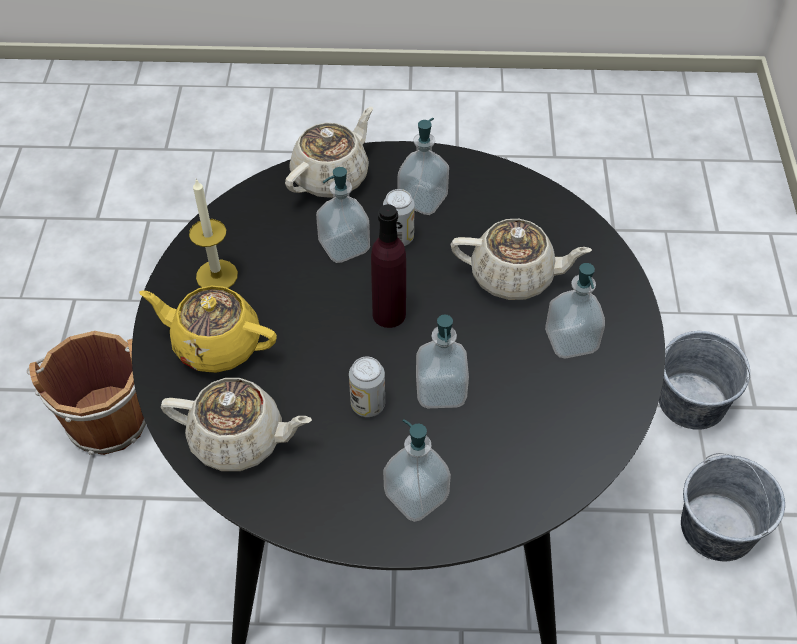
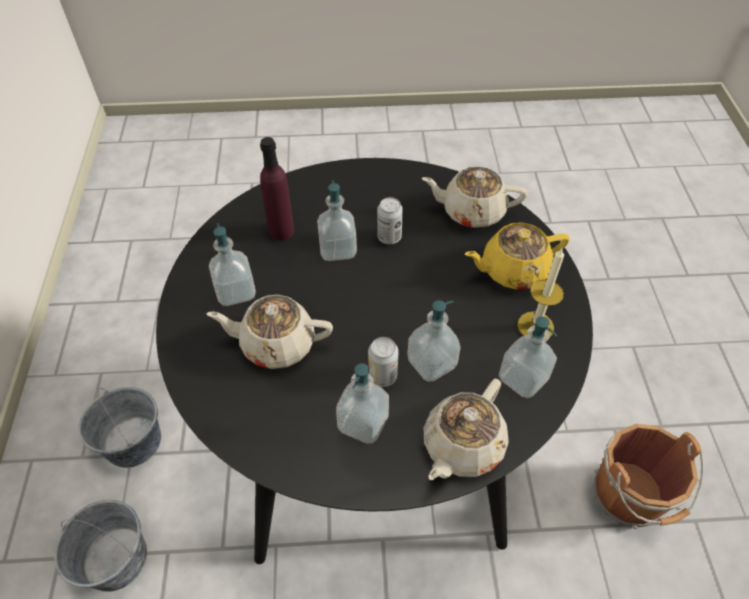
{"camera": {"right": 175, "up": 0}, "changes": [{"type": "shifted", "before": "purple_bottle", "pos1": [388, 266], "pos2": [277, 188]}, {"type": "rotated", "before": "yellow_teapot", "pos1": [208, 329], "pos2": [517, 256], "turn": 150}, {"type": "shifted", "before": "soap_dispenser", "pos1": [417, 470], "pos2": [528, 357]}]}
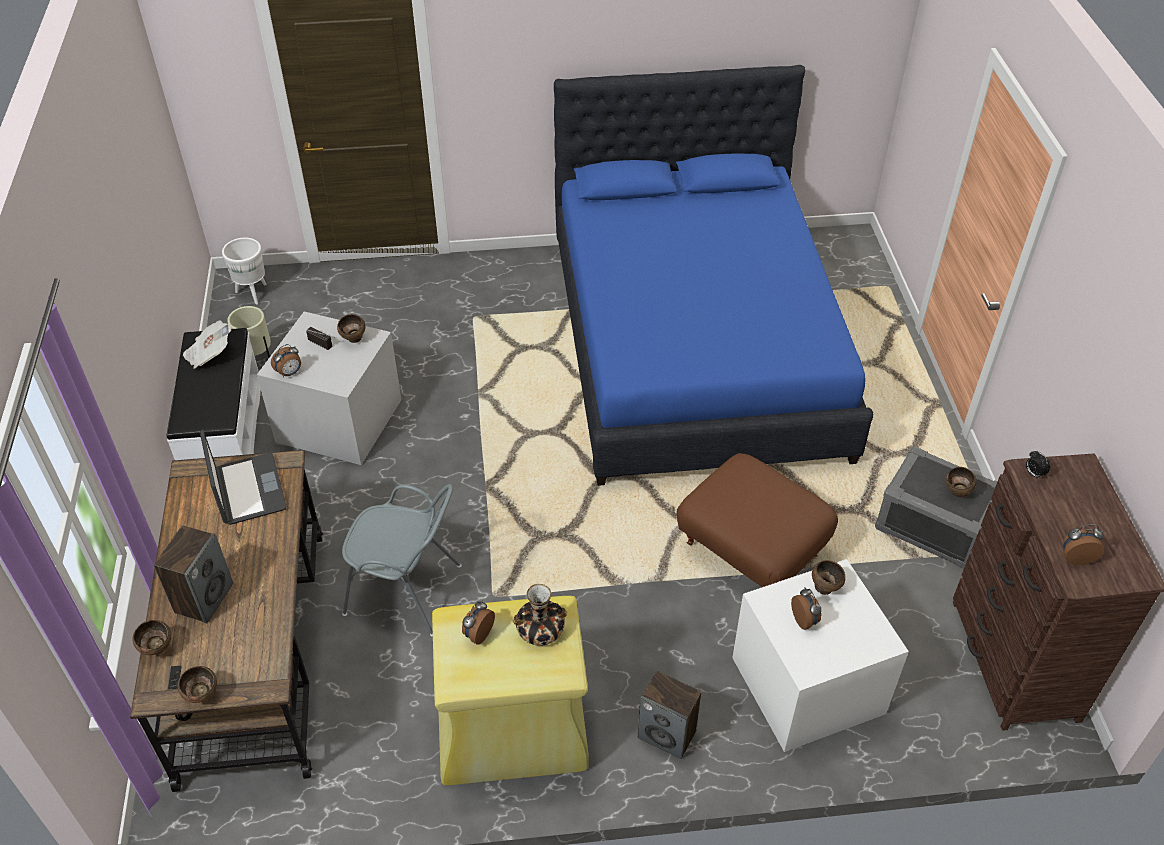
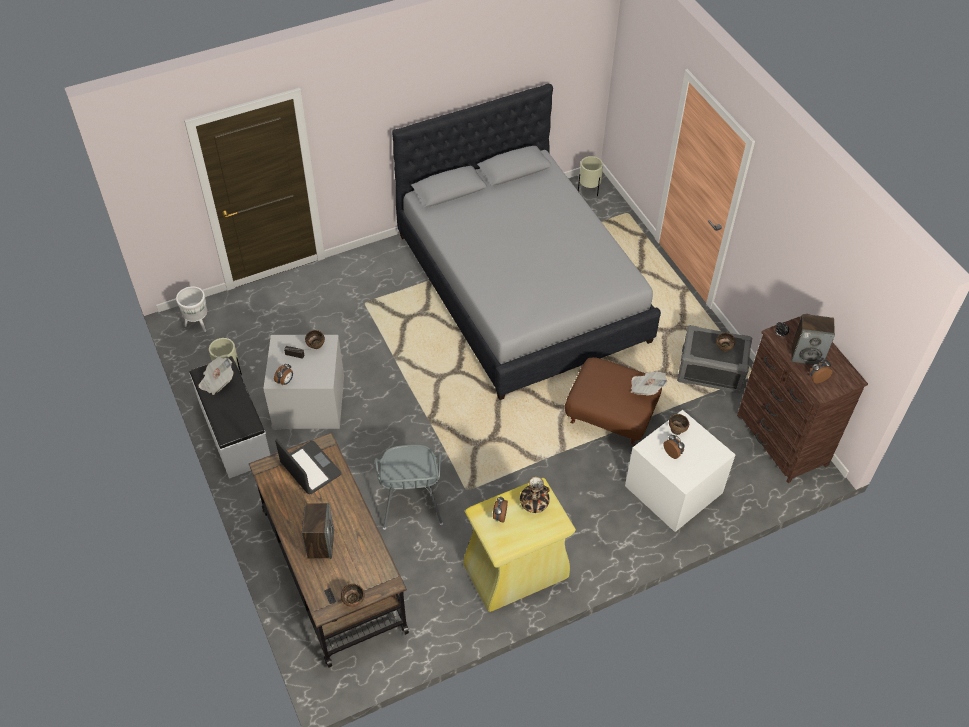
{"camera": {"right": -20, "up": 5}, "changes": [{"type": "rotated", "before": "grey_chair", "pos1": [402, 560], "pos2": [409, 487], "turn": 90}, {"type": "repainted", "before": "blue_bed", "after": "grey_bed", "pos1": [713, 275], "pos2": [526, 242]}, {"type": "new", "after": "beige_planter", "pos2": [590, 176]}, {"type": "new", "after": "newspaper", "pos2": [649, 383]}, {"type": "shifted", "before": "speaker", "pos1": [670, 715], "pos2": [813, 339]}, {"type": "gone", "before": "brown_bowl", "pos1": [152, 637]}]}
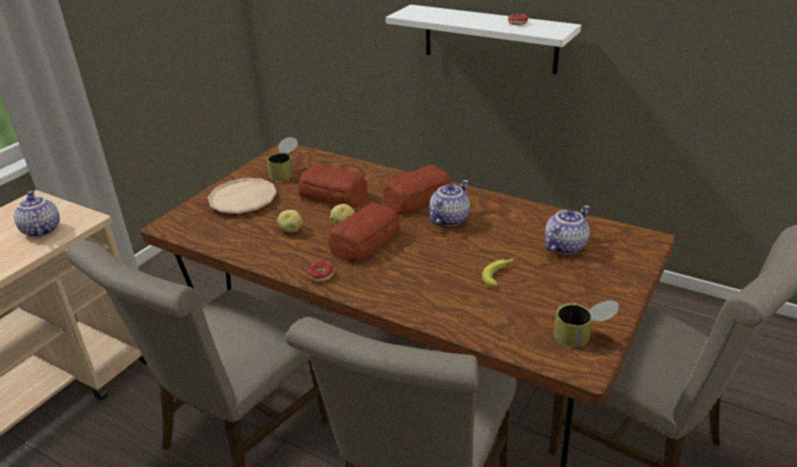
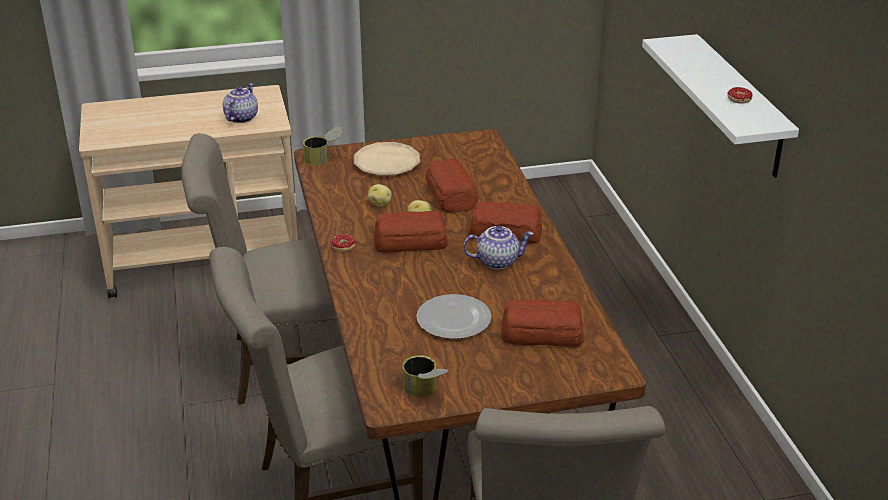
{"camera": {"right": 45, "up": 0}, "changes": [{"type": "shifted", "before": "can", "pos1": [282, 159], "pos2": [323, 146]}, {"type": "swapped", "before": "banana", "after": "plate", "pos1": [497, 273], "pos2": [454, 316]}, {"type": "swapped", "before": "teapot", "after": "bread", "pos1": [567, 229], "pos2": [542, 323]}]}
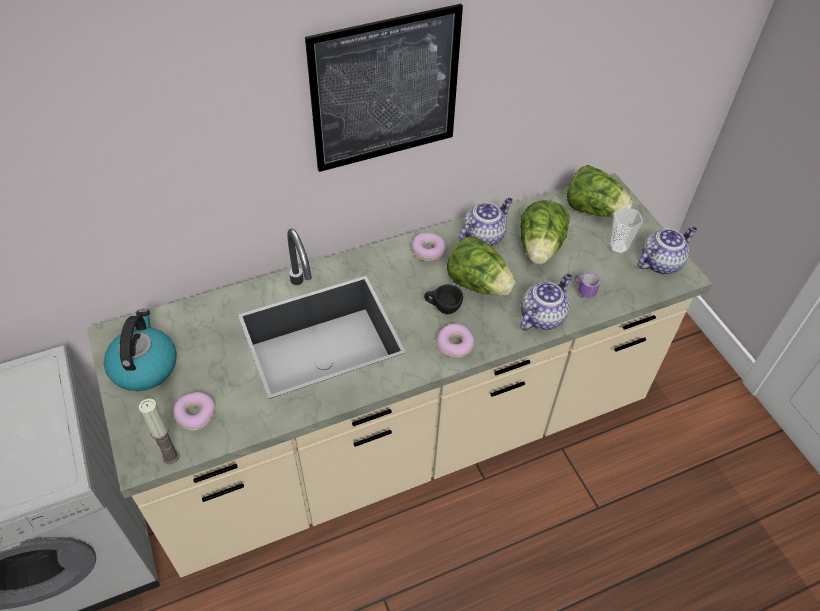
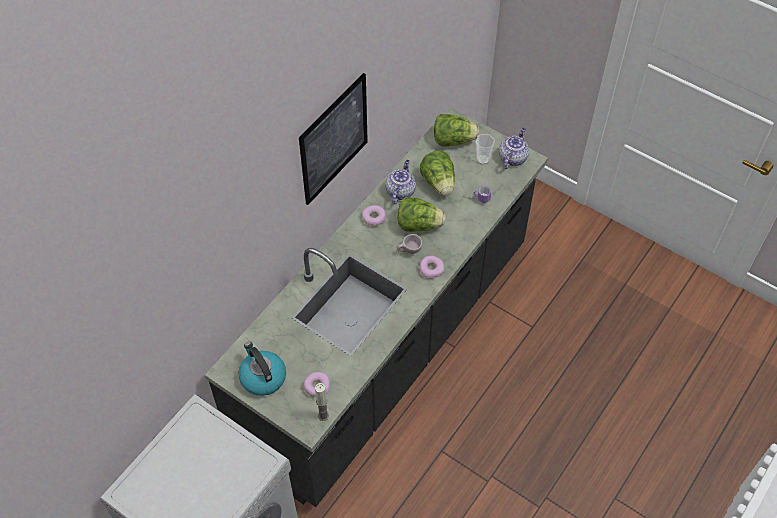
{"camera": {"right": -30, "up": 5}, "changes": [{"type": "repainted", "before": "beige_counter", "after": "black_counter", "pos1": [399, 375], "pos2": [376, 307]}, {"type": "repainted", "before": "black_cup", "after": "beige_cup", "pos1": [443, 299], "pos2": [410, 244]}, {"type": "gone", "before": "teapot", "pos1": [546, 302]}]}
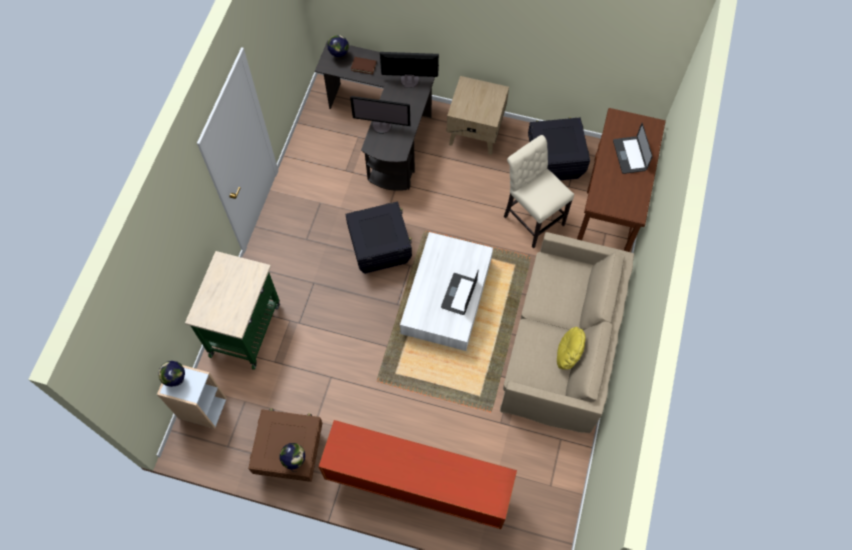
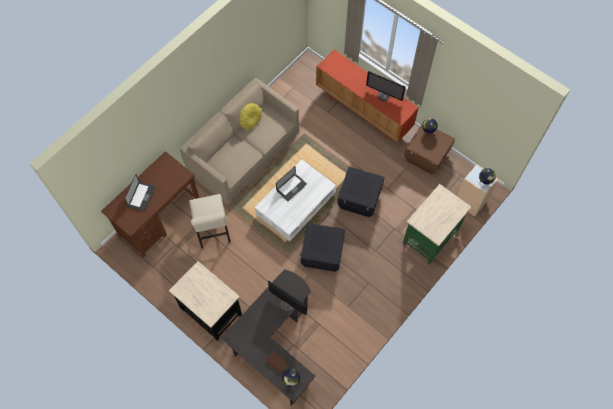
{"camera": {"right": -155, "up": 0}, "changes": [{"type": "swapped", "before": "beige_nightstand", "after": "black_cart", "pos1": [478, 115], "pos2": [205, 302]}, {"type": "shifted", "before": "black_storage_box", "pos1": [559, 148], "pos2": [361, 192]}, {"type": "shifted", "before": "monitor", "pos1": [409, 70], "pos2": [386, 86]}]}
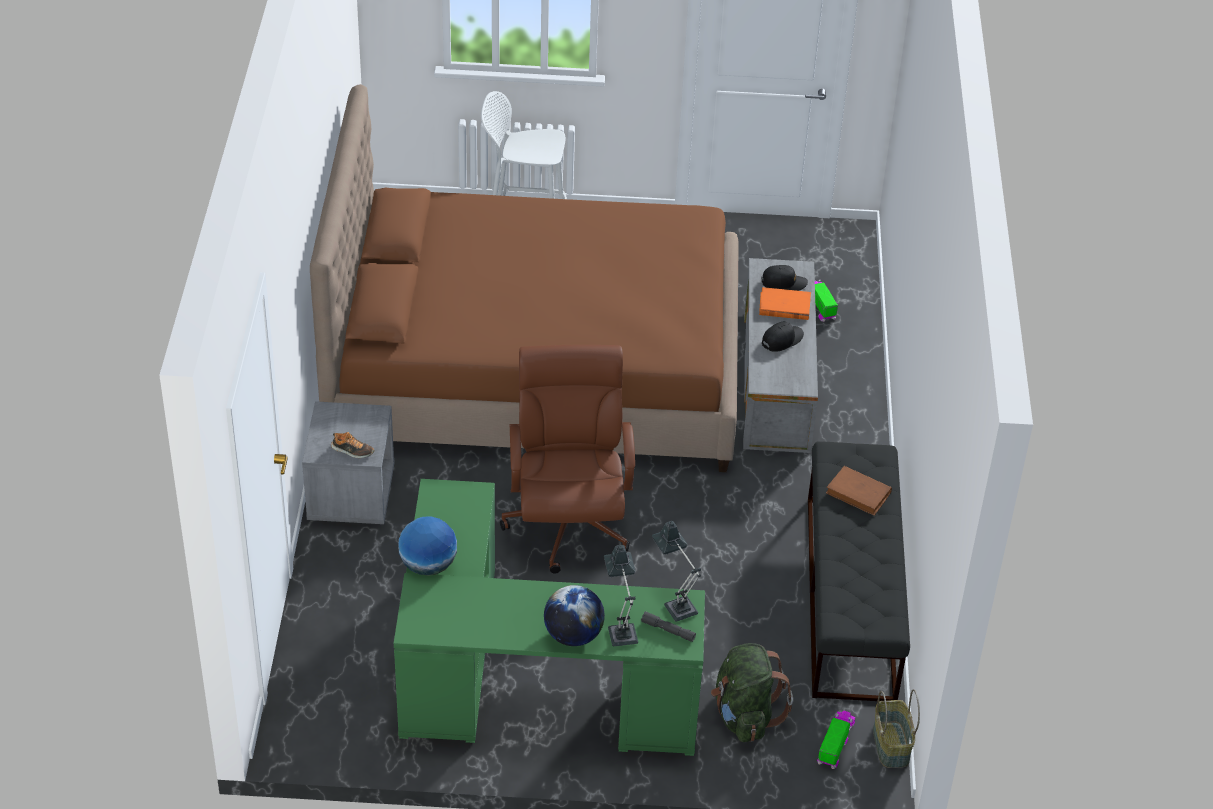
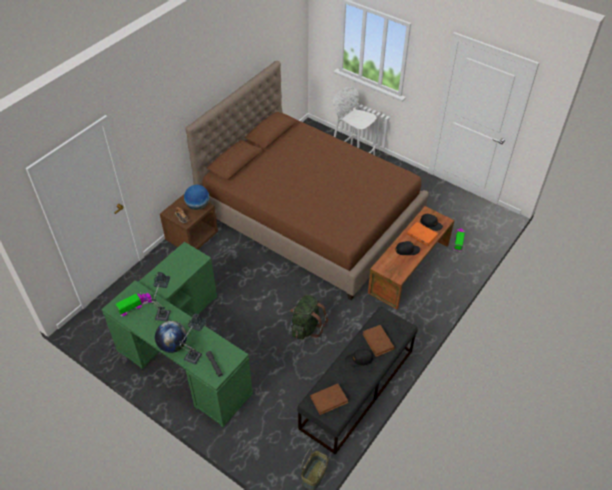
{"camera": {"right": 35, "up": 5}, "changes": [{"type": "shifted", "before": "toy_truck", "pos1": [836, 740], "pos2": [134, 304]}, {"type": "shifted", "before": "table_lamp", "pos1": [676, 571], "pos2": [161, 296]}, {"type": "repainted", "before": "grey_nightstand", "after": "brown_nightstand", "pos1": [348, 462], "pos2": [189, 222]}, {"type": "shifted", "before": "globe", "pos1": [427, 546], "pos2": [197, 197]}, {"type": "shifted", "before": "green_backpack", "pos1": [752, 692], "pos2": [309, 317]}, {"type": "new", "after": "brown_book", "pos2": [329, 399]}, {"type": "new", "after": "black_cap", "pos2": [359, 358]}, {"type": "repainted", "before": "grey_bench", "after": "brown_bench", "pos1": [780, 355], "pos2": [411, 257]}, {"type": "gone", "before": "brown_office_chair", "pos1": [567, 459]}]}
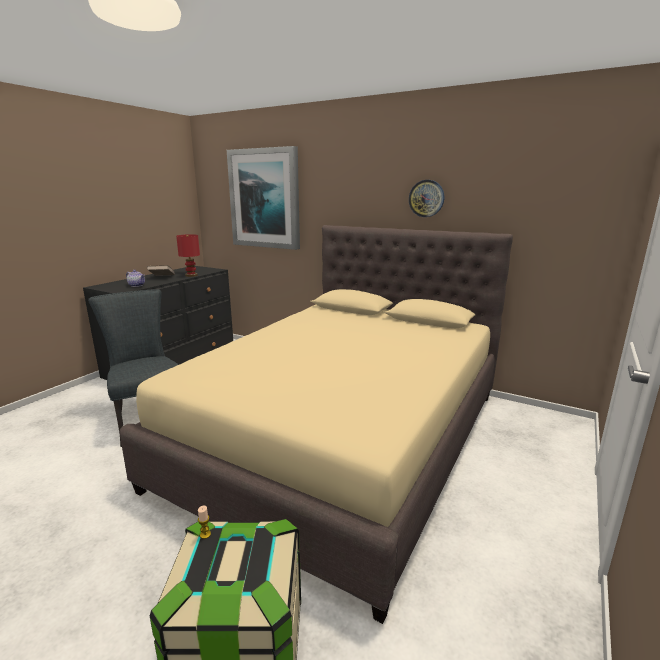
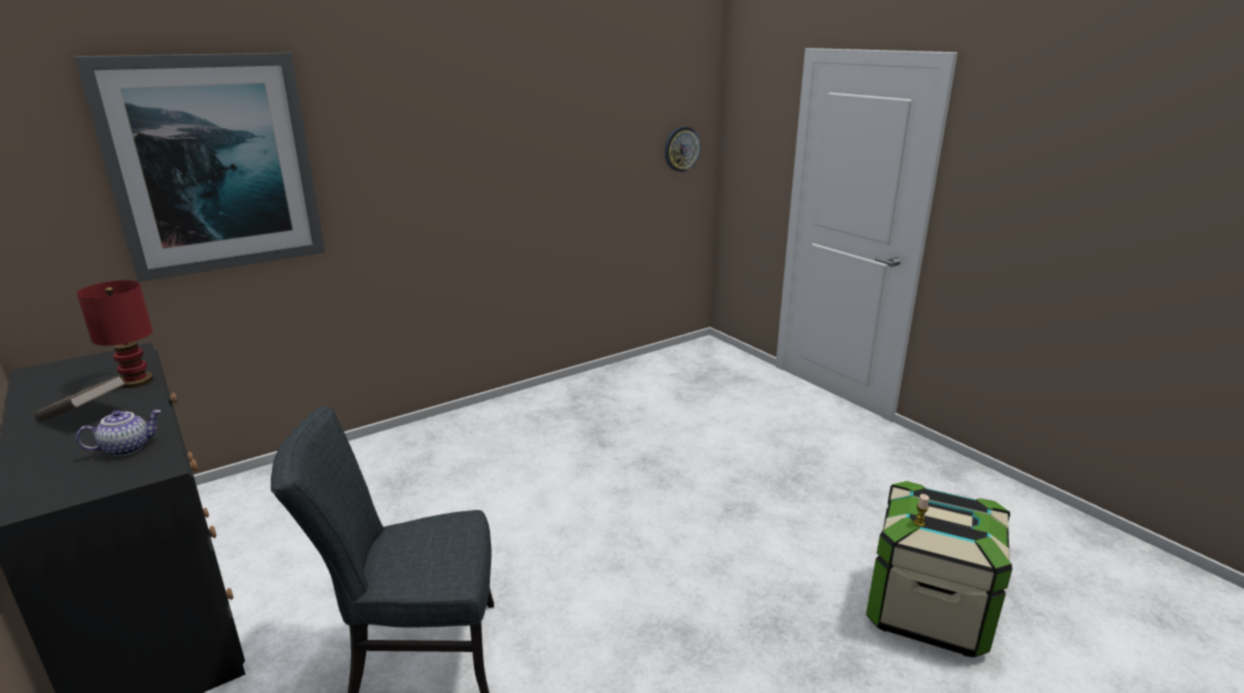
{"camera": {"right": -65, "up": 5}, "changes": [{"type": "shifted", "before": "wall_clock", "pos1": [426, 198], "pos2": [683, 149]}, {"type": "gone", "before": "beige_bed", "pos1": [316, 424]}]}
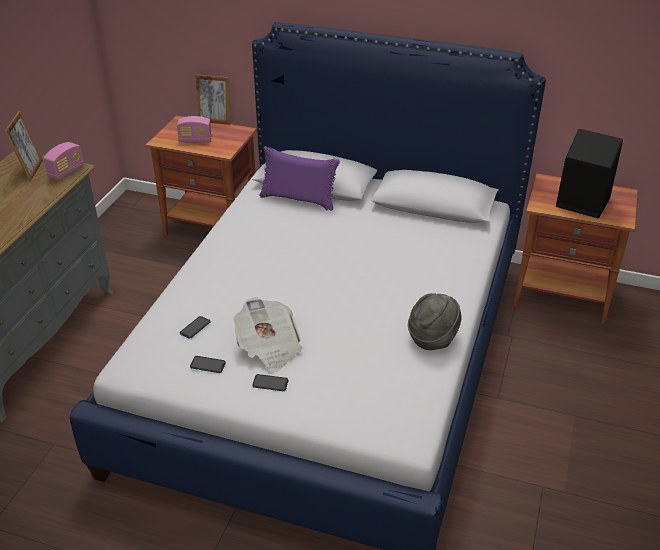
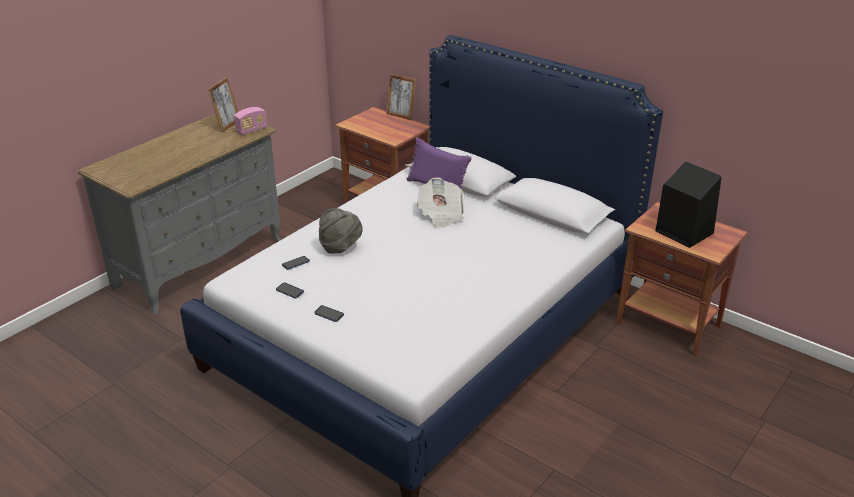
{"camera": {"right": 20, "up": -5}, "changes": [{"type": "shifted", "before": "grey_hat", "pos1": [435, 321], "pos2": [341, 230]}, {"type": "shifted", "before": "newspaper", "pos1": [268, 334], "pos2": [440, 203]}, {"type": "gone", "before": "radio", "pos1": [194, 129]}]}
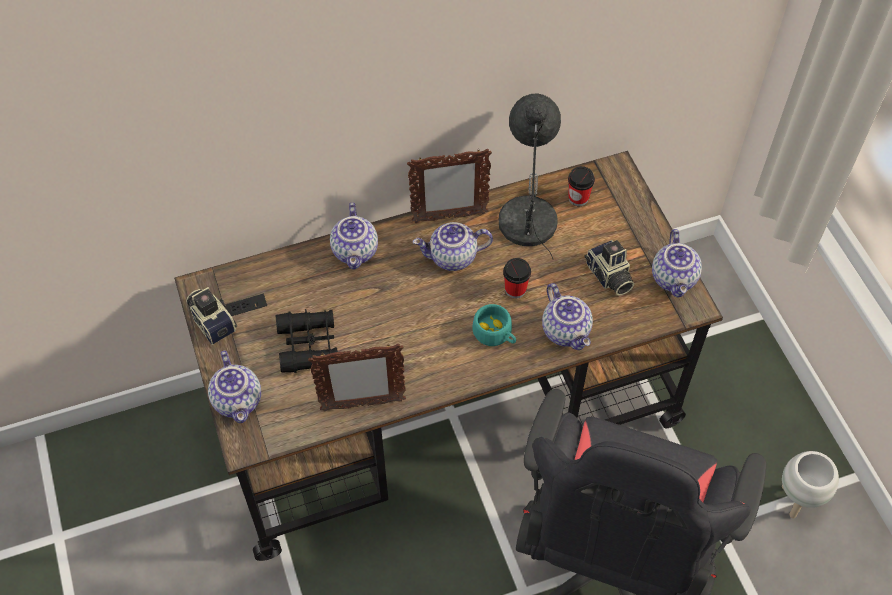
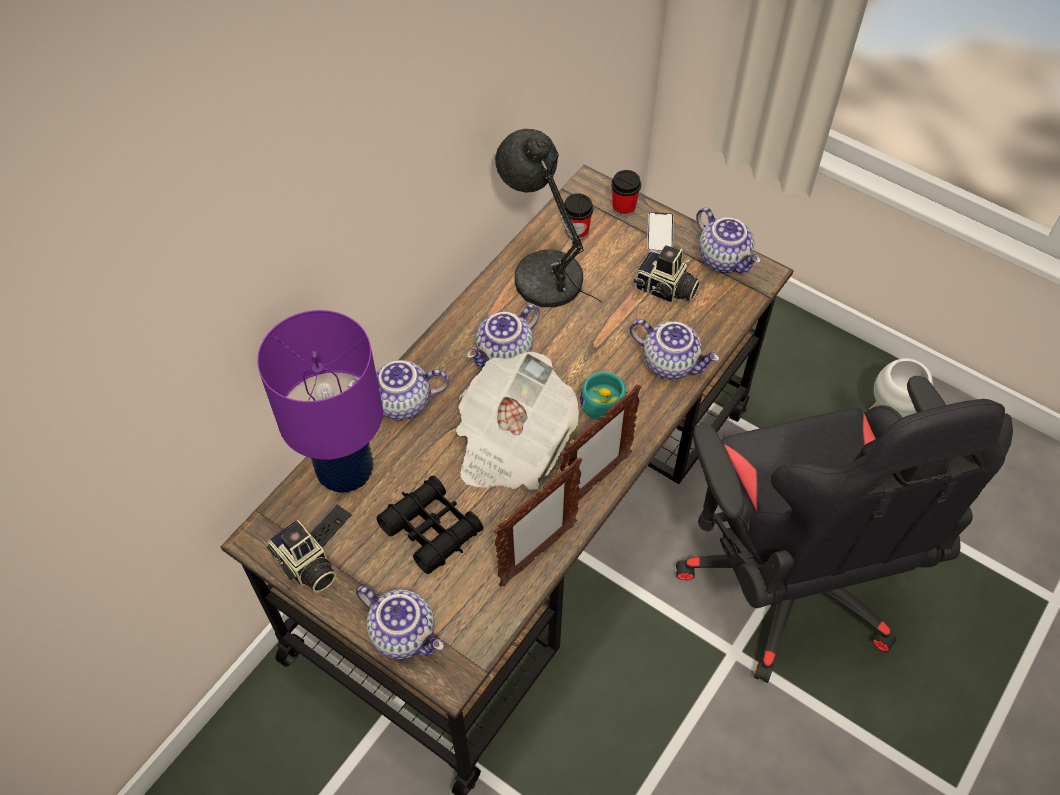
{"camera": {"right": -35, "up": 0}, "changes": [{"type": "new", "after": "purple_table_lamp", "pos2": [320, 401]}, {"type": "rotated", "before": "photo_camera", "pos1": [211, 316], "pos2": [301, 556], "turn": -150}, {"type": "rotated", "before": "teapot", "pos1": [354, 236], "pos2": [398, 390], "turn": 120}, {"type": "new", "after": "newspaper", "pos2": [517, 421]}, {"type": "shifted", "before": "picture_frame", "pos1": [449, 186], "pos2": [601, 443]}, {"type": "shifted", "before": "cup", "pos1": [517, 278], "pos2": [626, 193]}, {"type": "new", "after": "phone", "pos2": [660, 232]}]}
